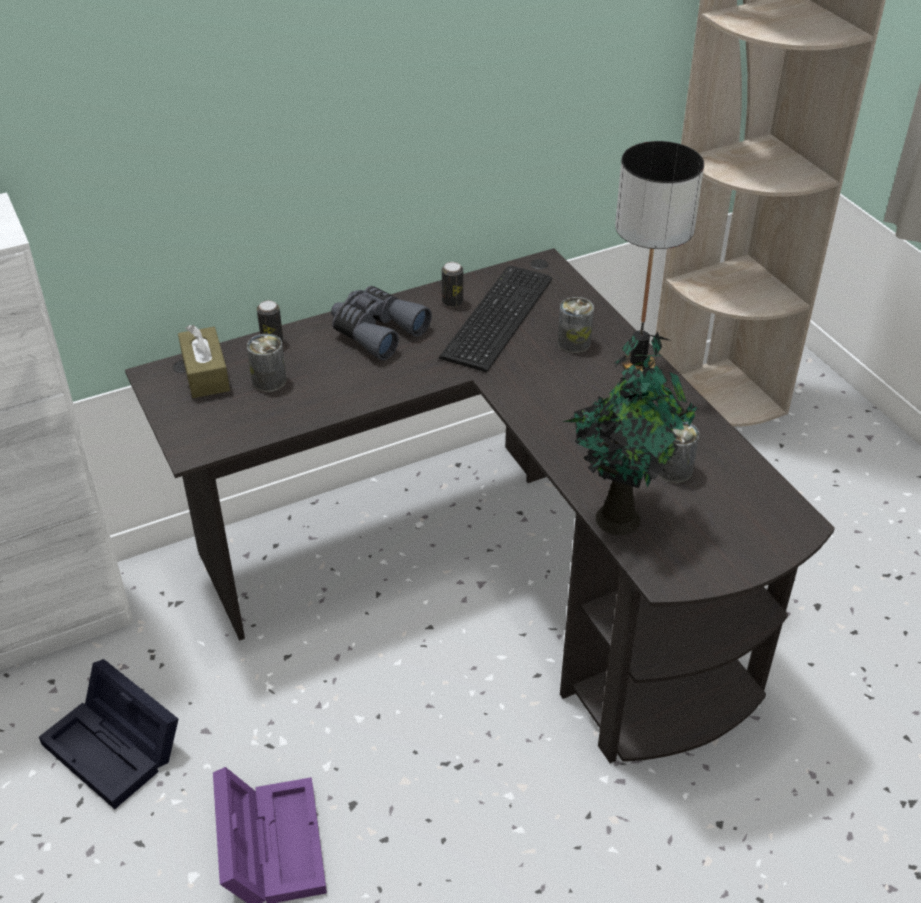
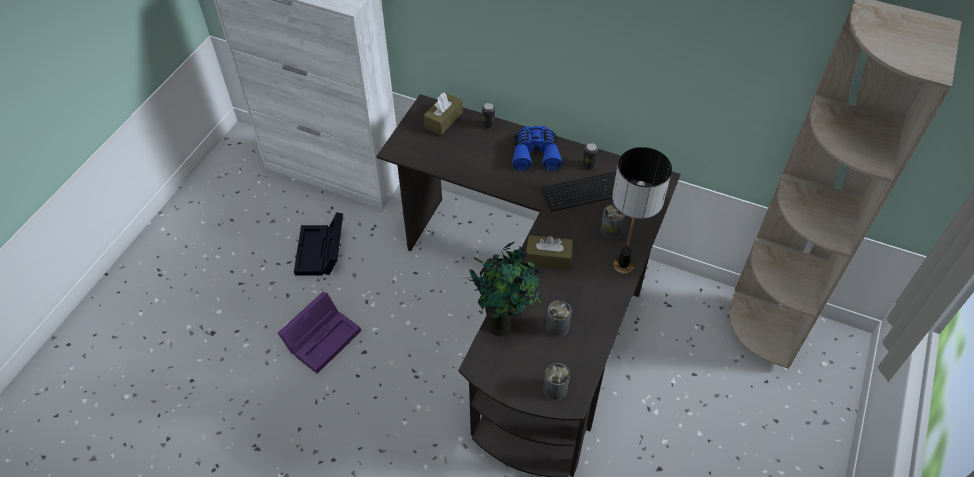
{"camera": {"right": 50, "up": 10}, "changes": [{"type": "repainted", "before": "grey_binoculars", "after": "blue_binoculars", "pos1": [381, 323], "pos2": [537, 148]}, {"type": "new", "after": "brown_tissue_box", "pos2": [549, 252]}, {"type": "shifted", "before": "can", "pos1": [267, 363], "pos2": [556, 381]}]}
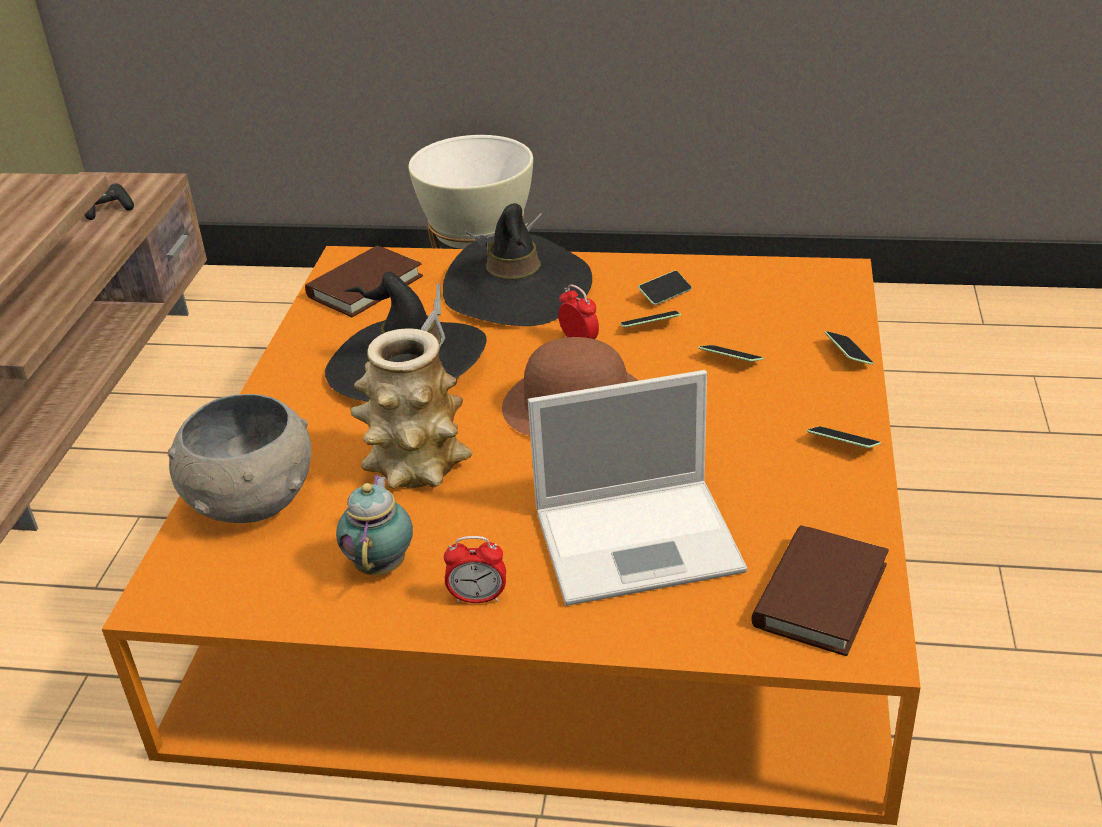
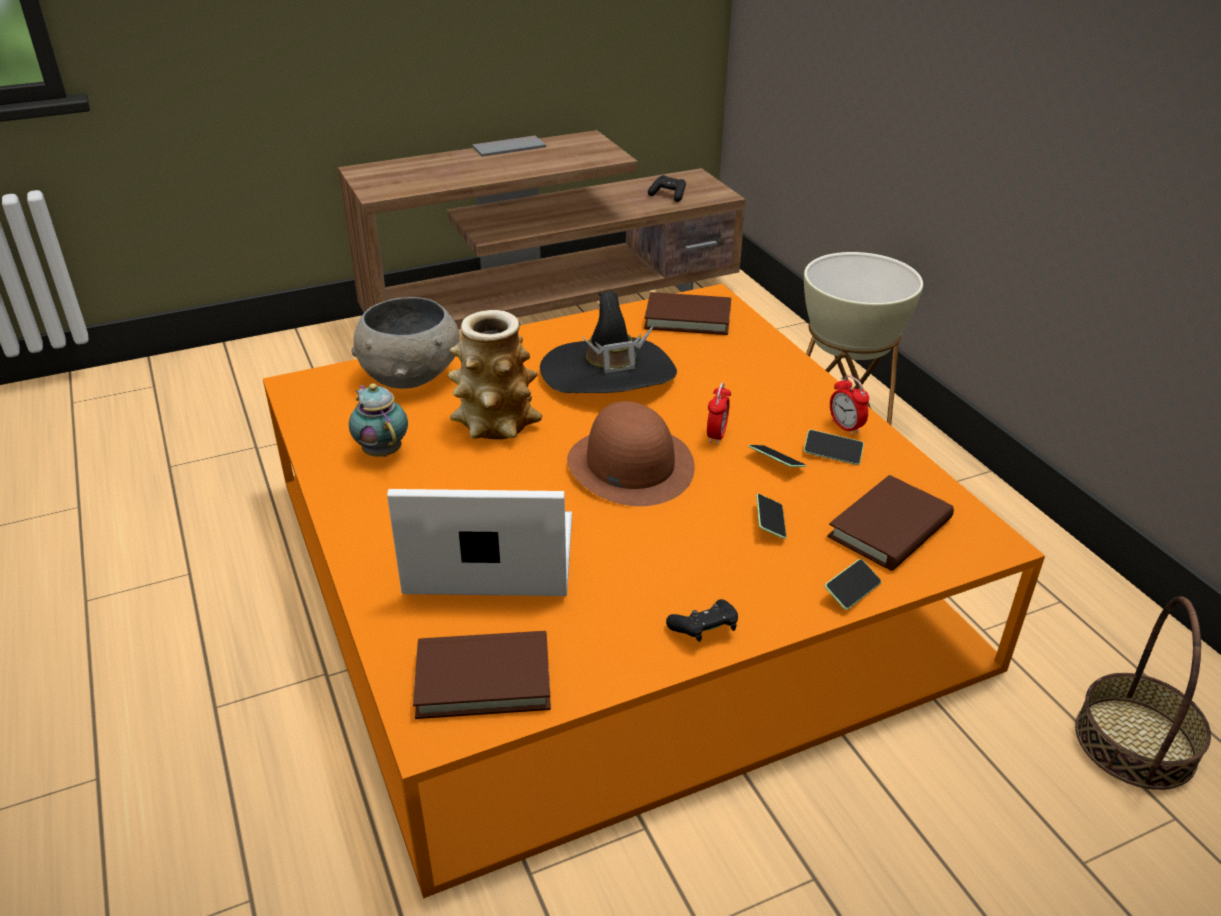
{"camera": {"right": 55, "up": 0}, "changes": [{"type": "rotated", "before": "teapot", "pos1": [374, 524], "pos2": [378, 420], "turn": -90}, {"type": "rotated", "before": "laptop", "pos1": [637, 488], "pos2": [479, 542], "turn": 135}, {"type": "swapped", "before": "phone", "after": "black_game_controller", "pos1": [844, 437], "pos2": [702, 620]}, {"type": "new", "after": "brown_book", "pos2": [890, 523]}, {"type": "shifted", "before": "alarm_clock", "pos1": [475, 569], "pos2": [849, 405]}, {"type": "new", "after": "basket", "pos2": [1143, 693]}, {"type": "gone", "before": "black_hat", "pos1": [517, 264]}]}
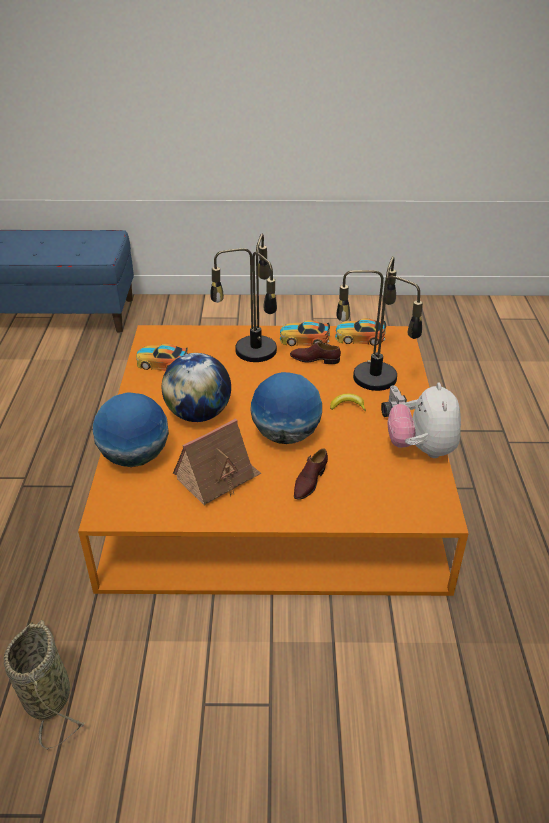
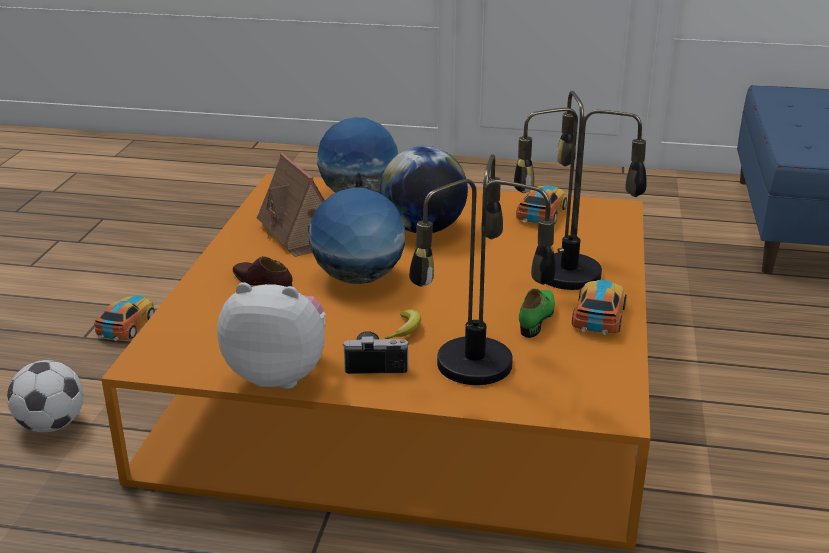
{"camera": {"right": 100, "up": -10}, "changes": [{"type": "new", "after": "football", "pos2": [45, 396]}, {"type": "shifted", "before": "toy_car", "pos1": [360, 332], "pos2": [124, 318]}, {"type": "repainted", "before": "brown_shoe", "after": "green_shoe", "pos1": [315, 353], "pos2": [537, 313]}, {"type": "gone", "before": "basket", "pos1": [44, 684]}]}
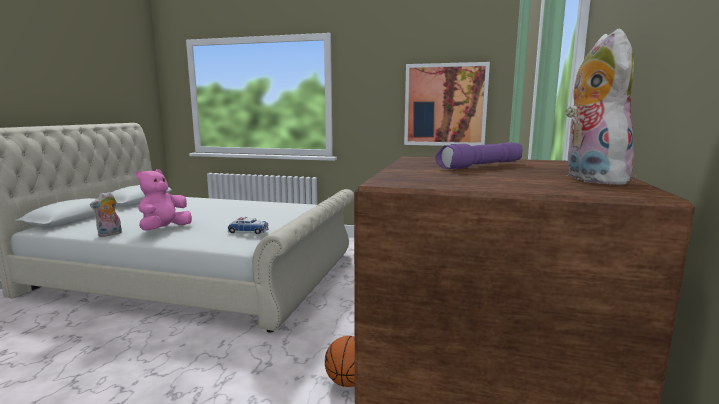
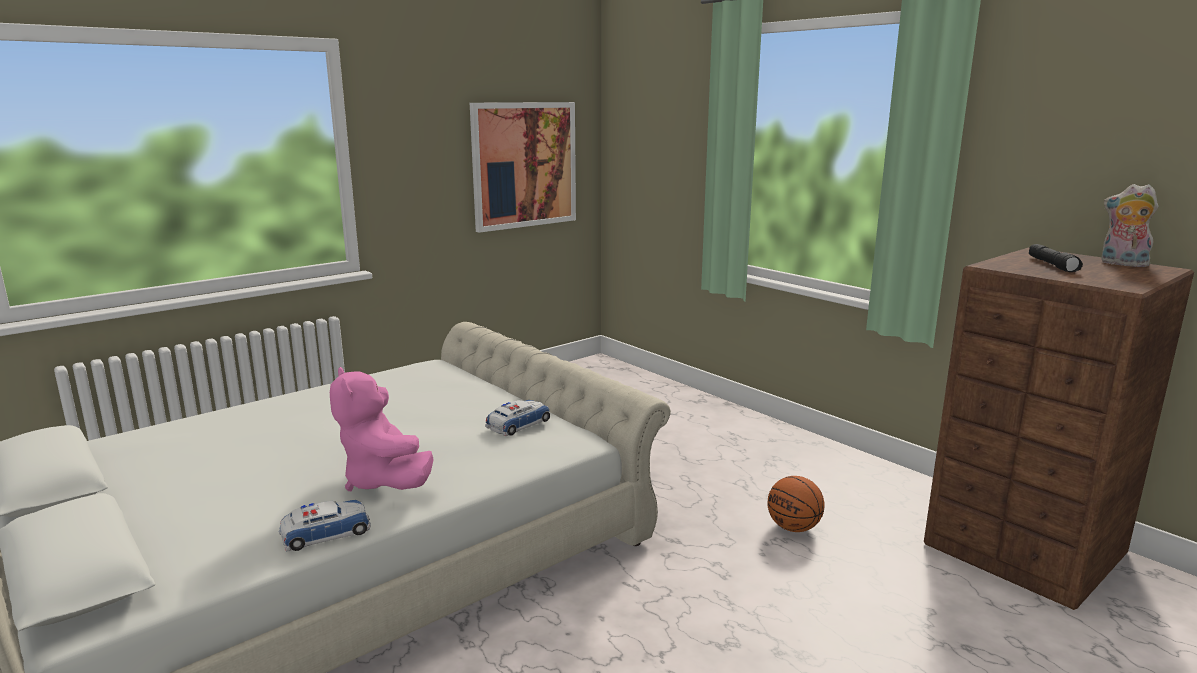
{"camera": {"right": -55, "up": 5}, "changes": [{"type": "swapped", "before": "plush_toy", "after": "toy_car", "pos1": [106, 214], "pos2": [325, 525]}, {"type": "repainted", "before": "purple_flashlight", "after": "black_flashlight", "pos1": [479, 155], "pos2": [1056, 258]}]}
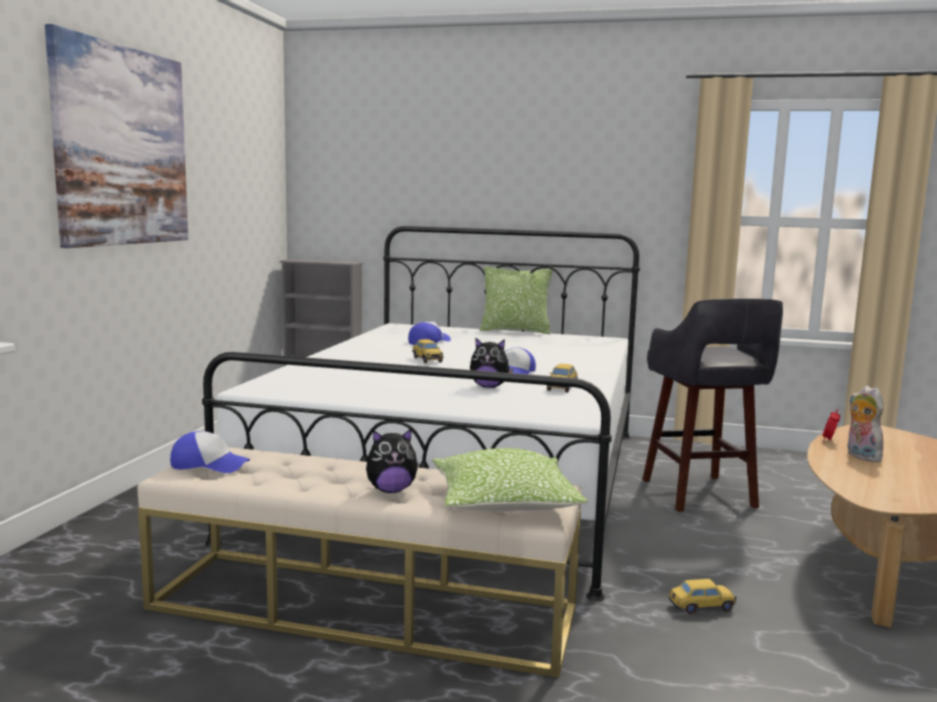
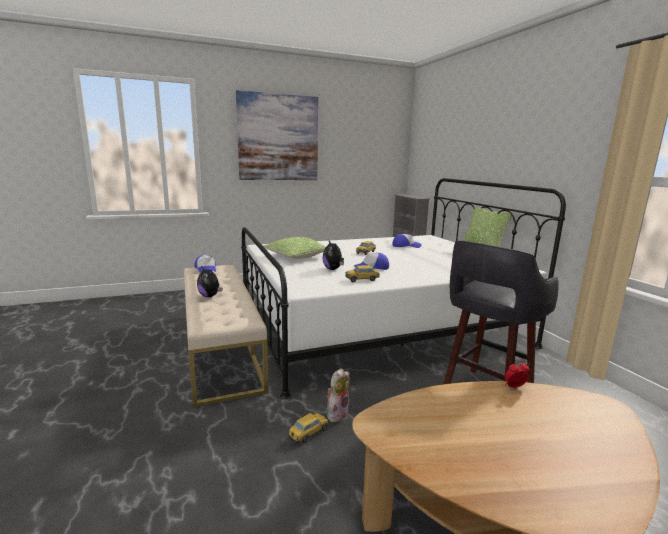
{"camera": {"right": 55, "up": 5}, "changes": [{"type": "shifted", "before": "pillow", "pos1": [510, 479], "pos2": [294, 248]}, {"type": "rotated", "before": "toy_car", "pos1": [702, 596], "pos2": [308, 428], "turn": -90}, {"type": "shifted", "before": "plush_toy", "pos1": [867, 424], "pos2": [338, 395]}]}
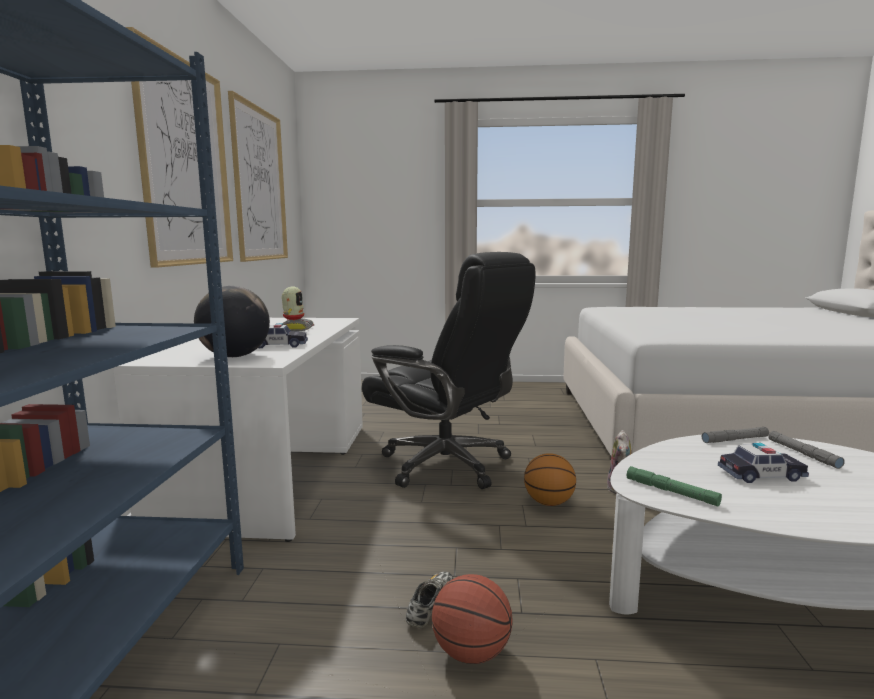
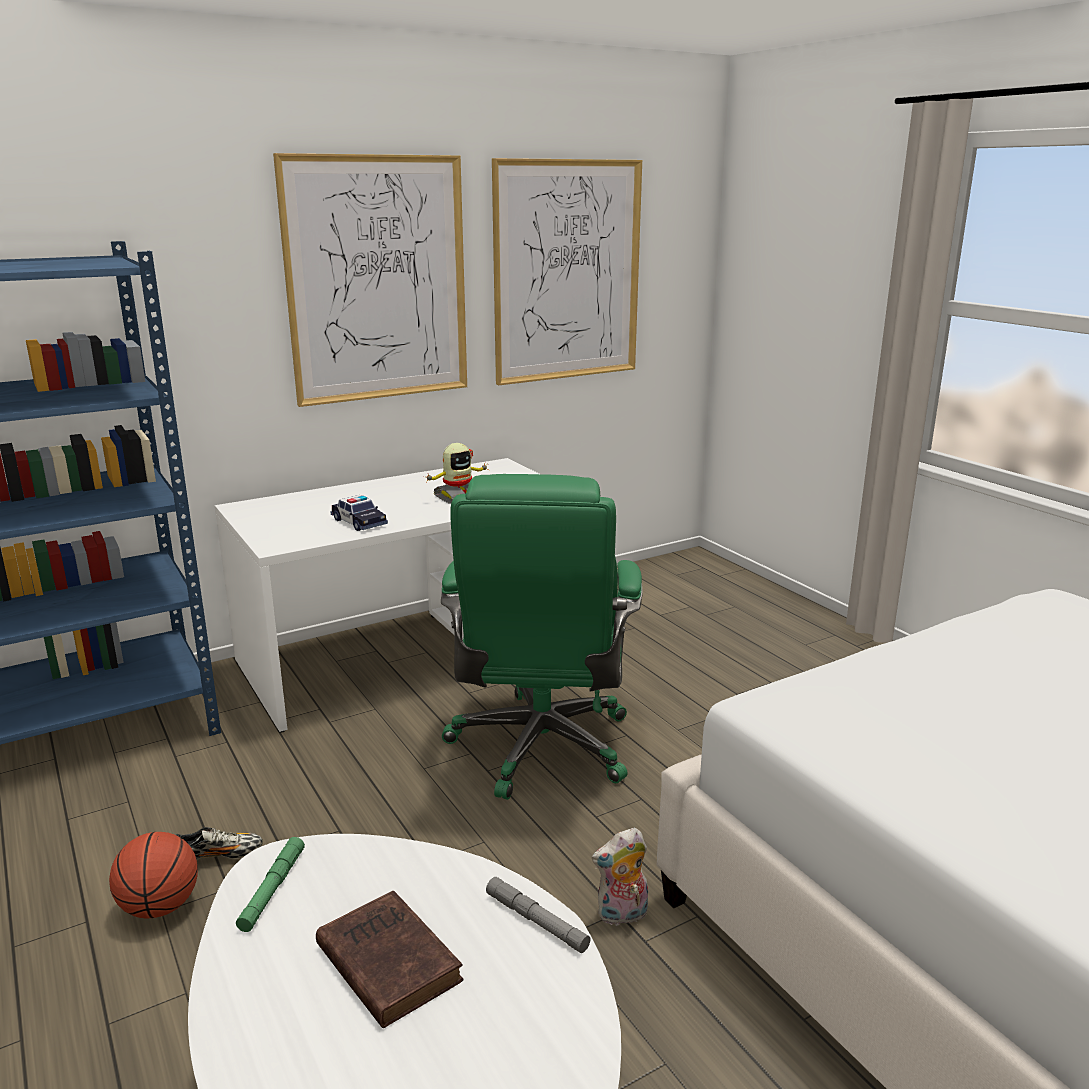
{"camera": {"right": 55, "up": 10}, "changes": [{"type": "swapped", "before": "toy_car", "after": "brown_book", "pos1": [763, 463], "pos2": [390, 959]}, {"type": "repainted", "before": "black_office_chair", "after": "green_office_chair", "pos1": [449, 370], "pos2": [542, 637]}, {"type": "gone", "before": "globe", "pos1": [232, 321]}, {"type": "gone", "before": "basketball", "pos1": [550, 479]}, {"type": "gone", "before": "grey_flashlight", "pos1": [807, 450]}]}
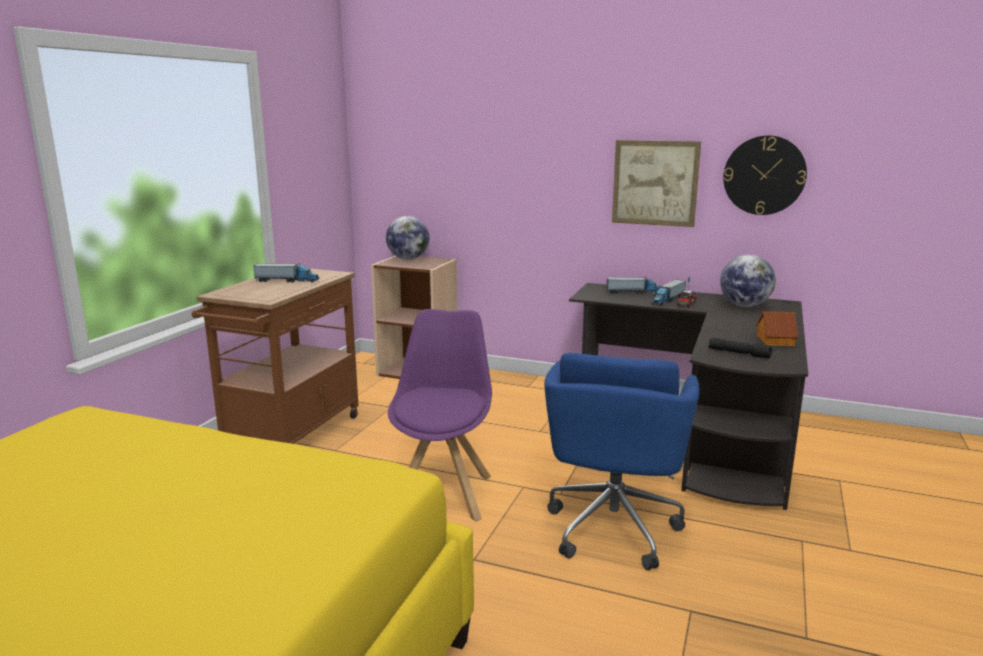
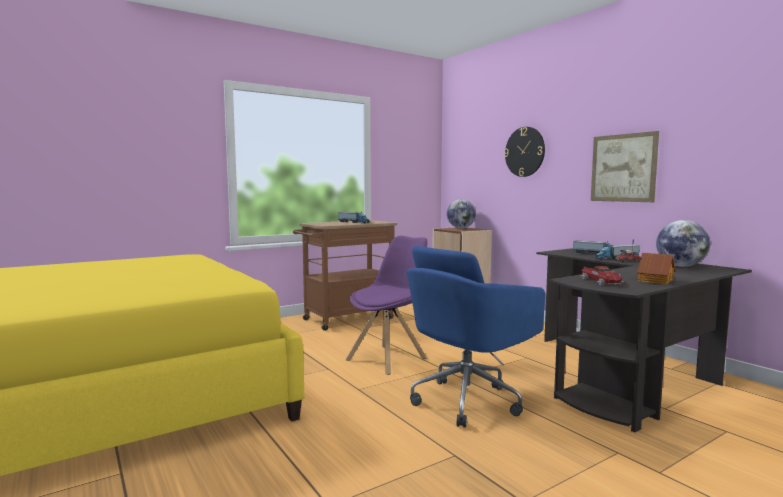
{"camera": {"right": 35, "up": -10}, "changes": [{"type": "shifted", "before": "wall_clock", "pos1": [765, 175], "pos2": [524, 152]}, {"type": "swapped", "before": "black_flashlight", "after": "toy_car", "pos1": [741, 348], "pos2": [602, 275]}]}
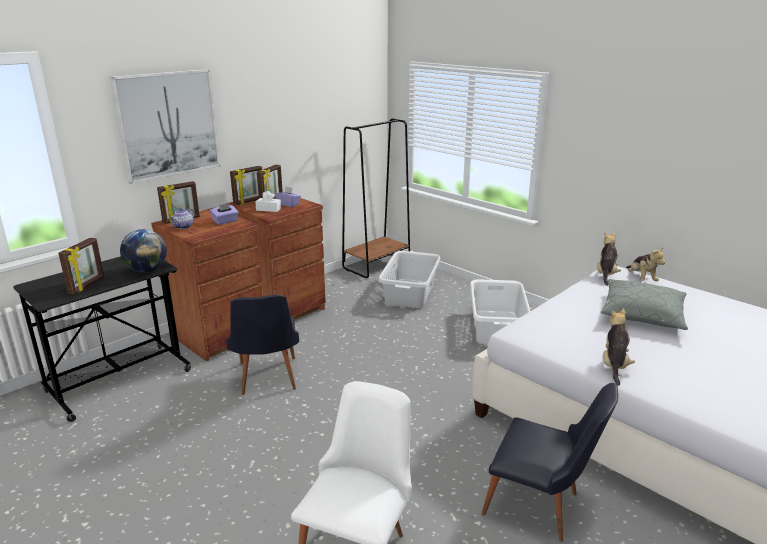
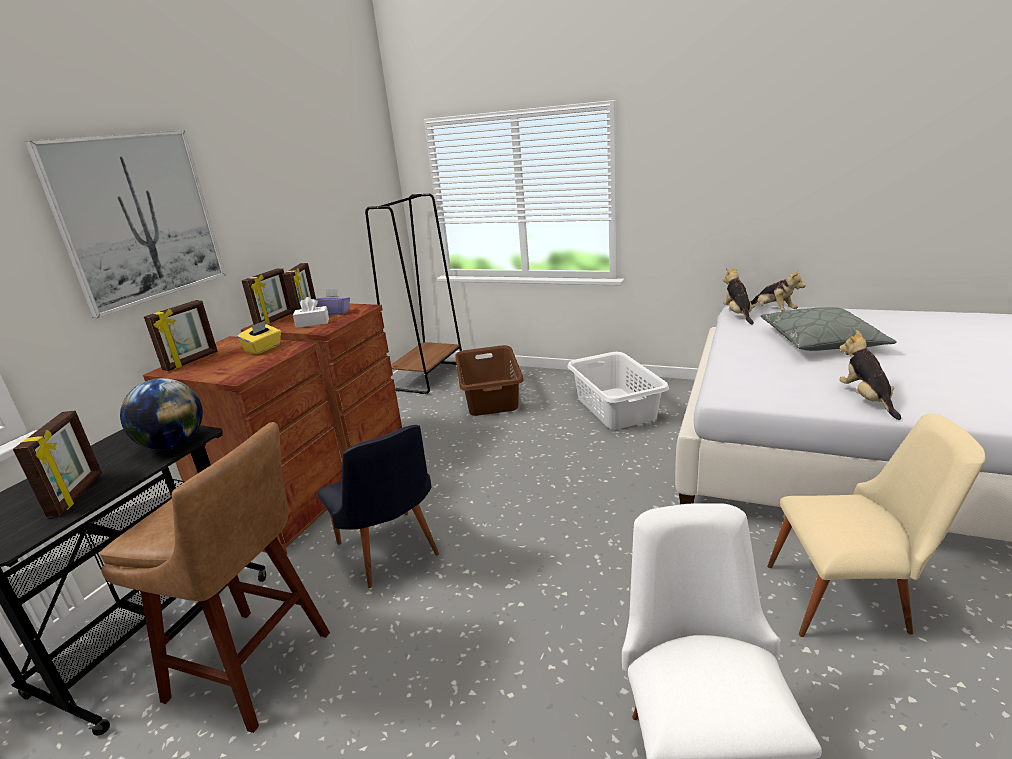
{"camera": {"right": -20, "up": 0}, "changes": [{"type": "new", "after": "brown_stool", "pos2": [215, 577]}, {"type": "repainted", "before": "purple_tissue_box", "after": "yellow_tissue_box", "pos1": [224, 214], "pos2": [259, 337]}, {"type": "repainted", "before": "grey_laundry_basket", "after": "brown_laundry_basket", "pos1": [409, 279], "pos2": [489, 380]}, {"type": "repainted", "before": "black_chair", "after": "beige_chair", "pos1": [550, 462], "pos2": [876, 525]}, {"type": "gone", "before": "teapot", "pos1": [181, 218]}]}
